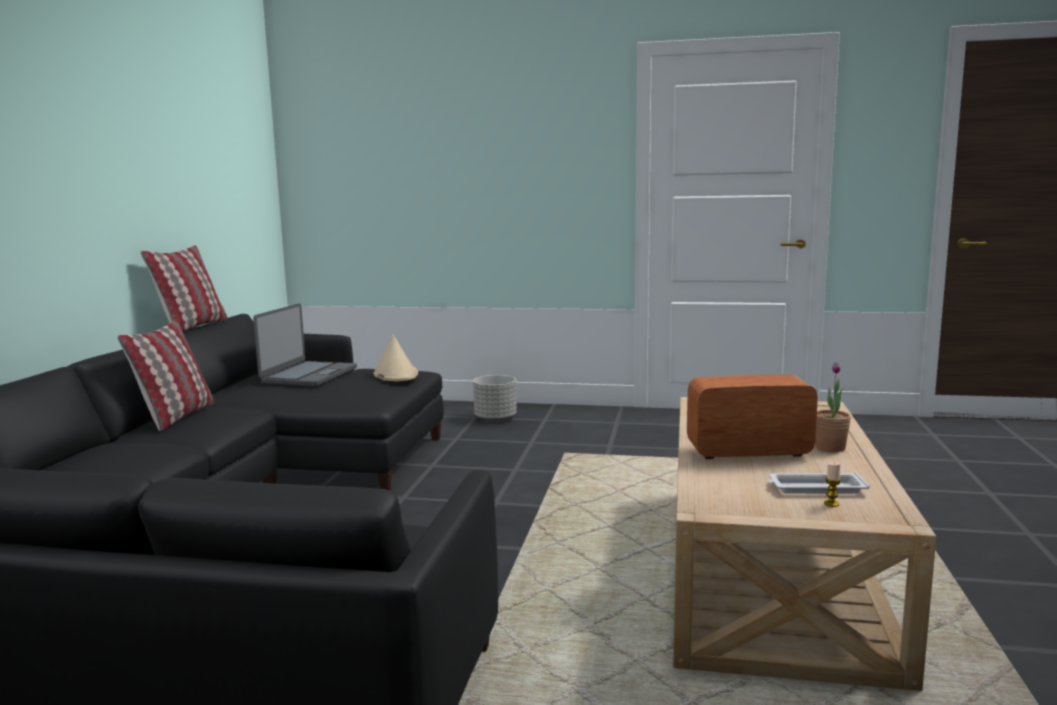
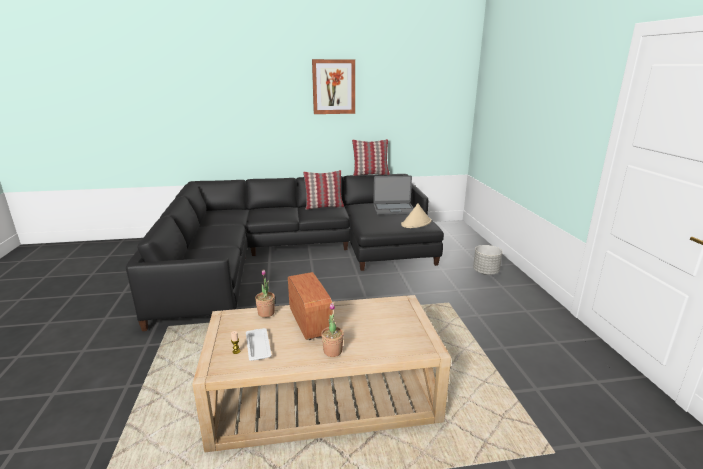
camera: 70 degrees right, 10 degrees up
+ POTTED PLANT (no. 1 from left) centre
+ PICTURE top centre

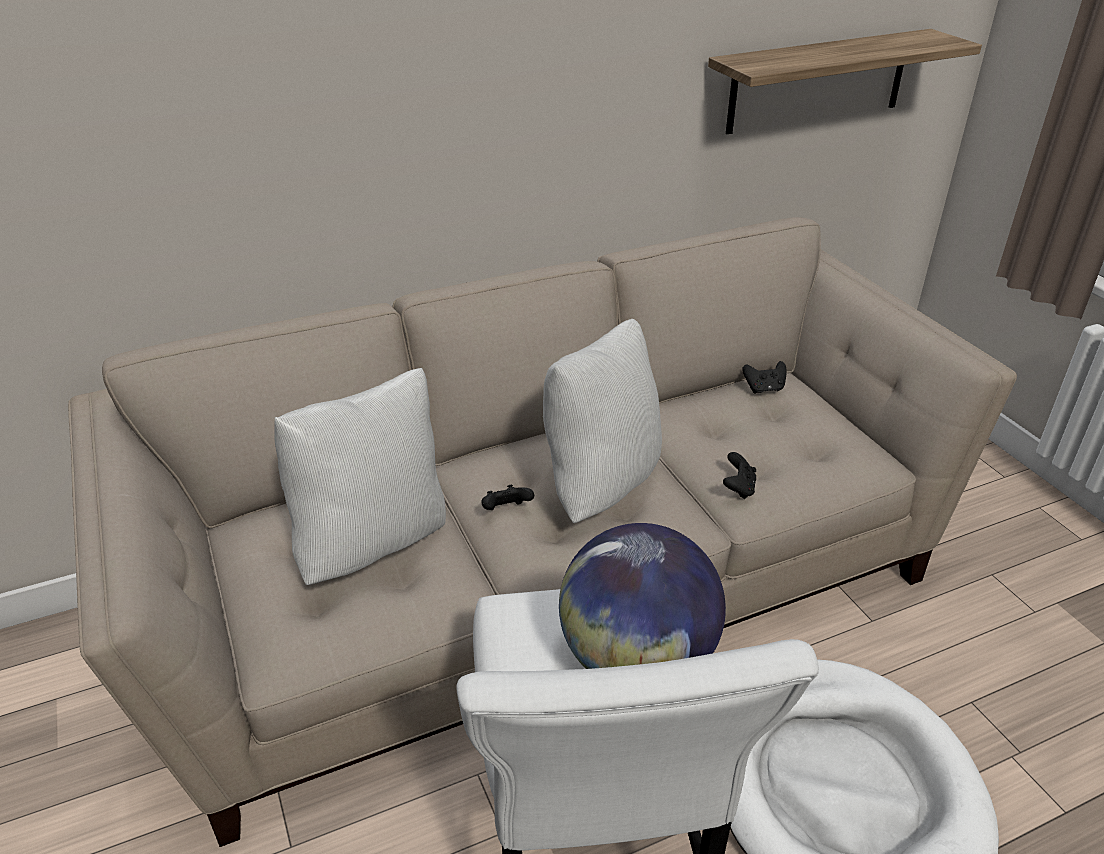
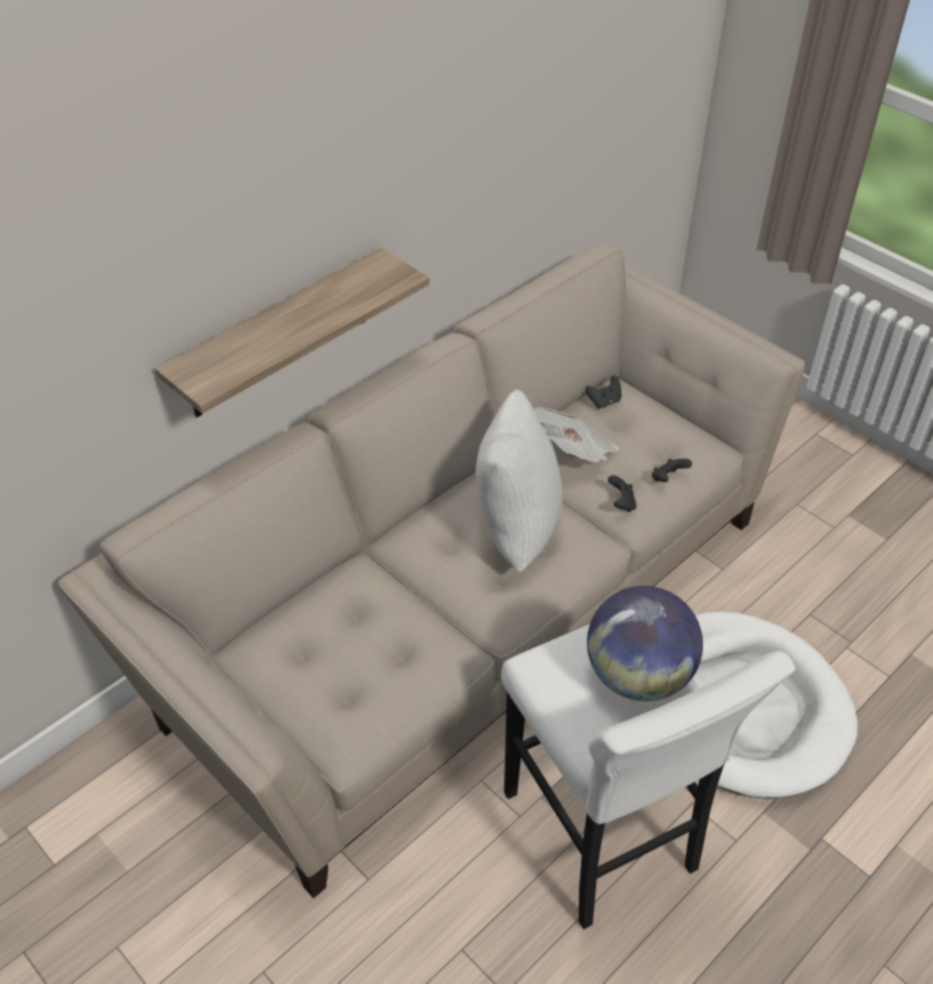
camera: 20 degrees left, 10 degrees up
- WHITE PILLOW (no. 1 from left) middle left
~ BLACK GAME CONTROLLER (no. 1 from left in the first image) centre to BLACK GAME CONTROLLER (no. 3 from left) middle right
~ SHELF top right to middle left
+ NEWSPAPER centre

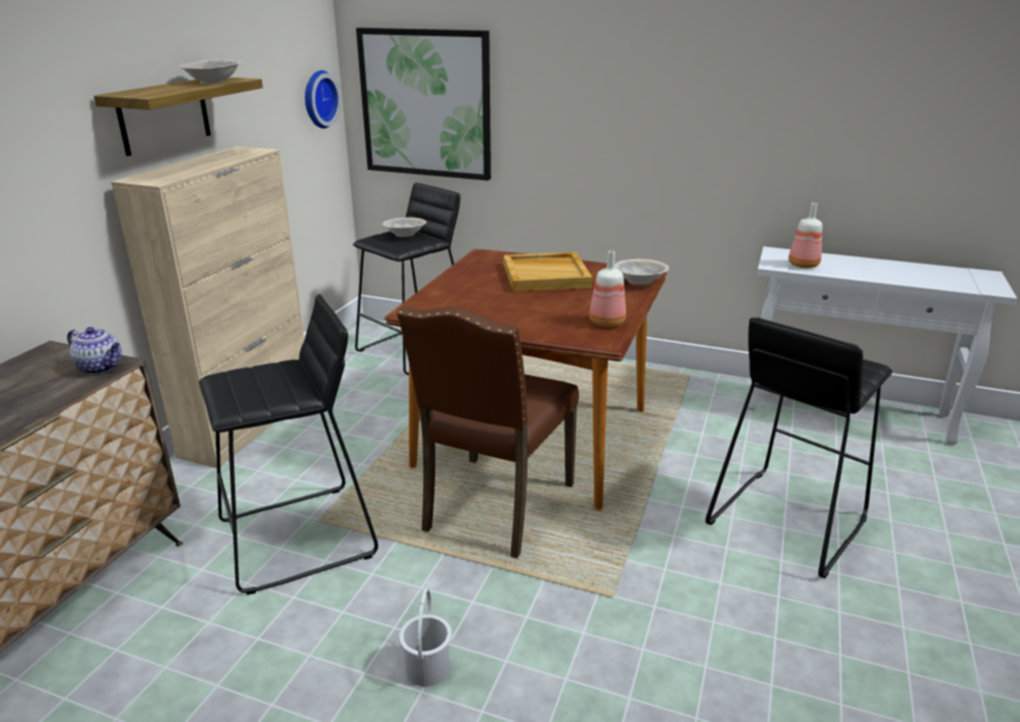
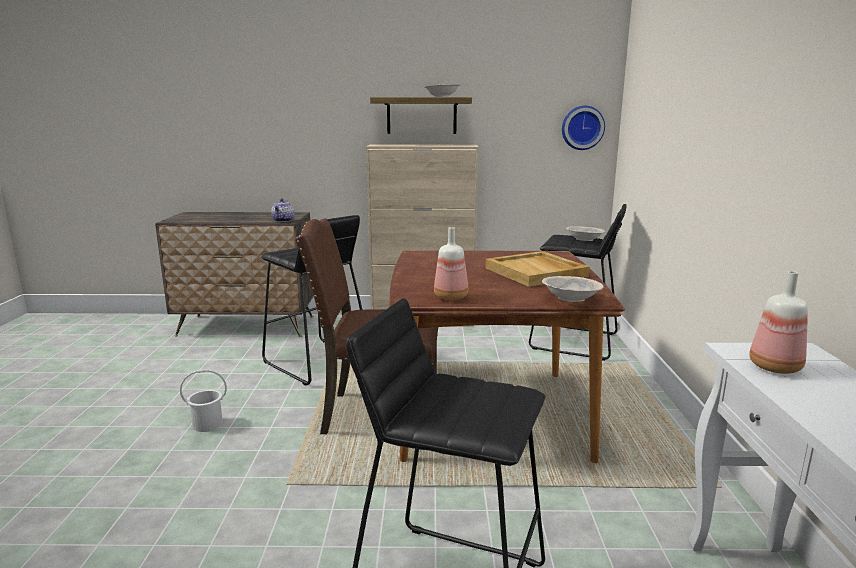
camera: 70 degrees right, 10 degrees down
- PICTURE top centre

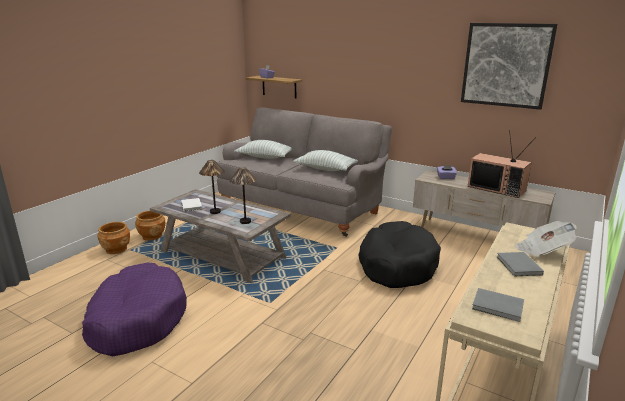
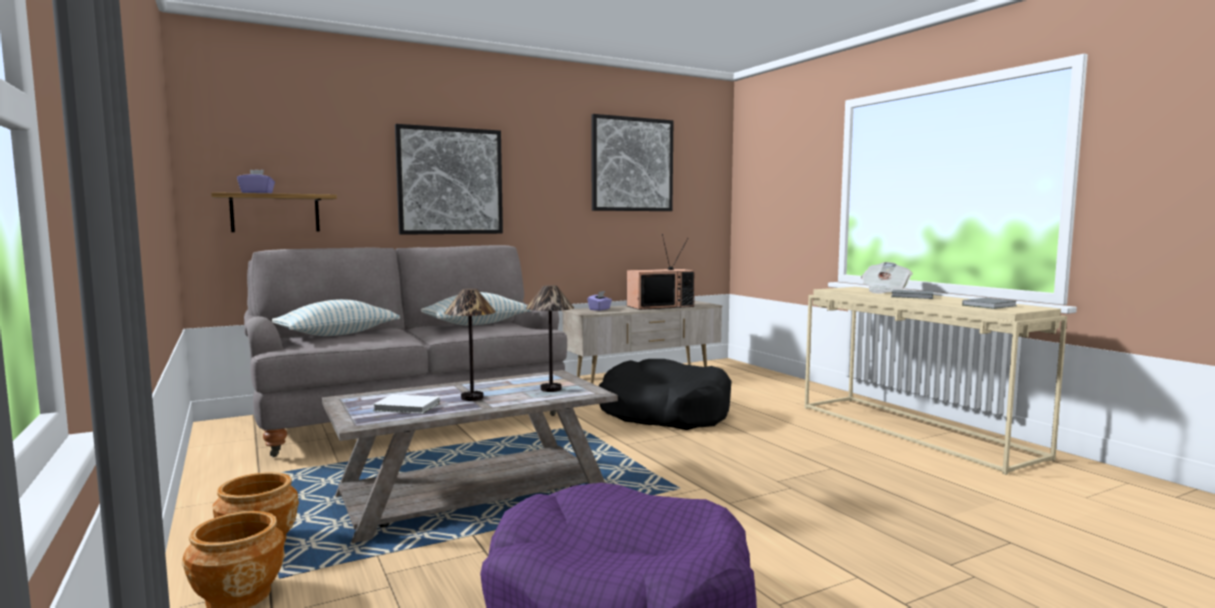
camera: 60 degrees left, 15 degrees down
+ PICTURE (no. 1 from left) top centre

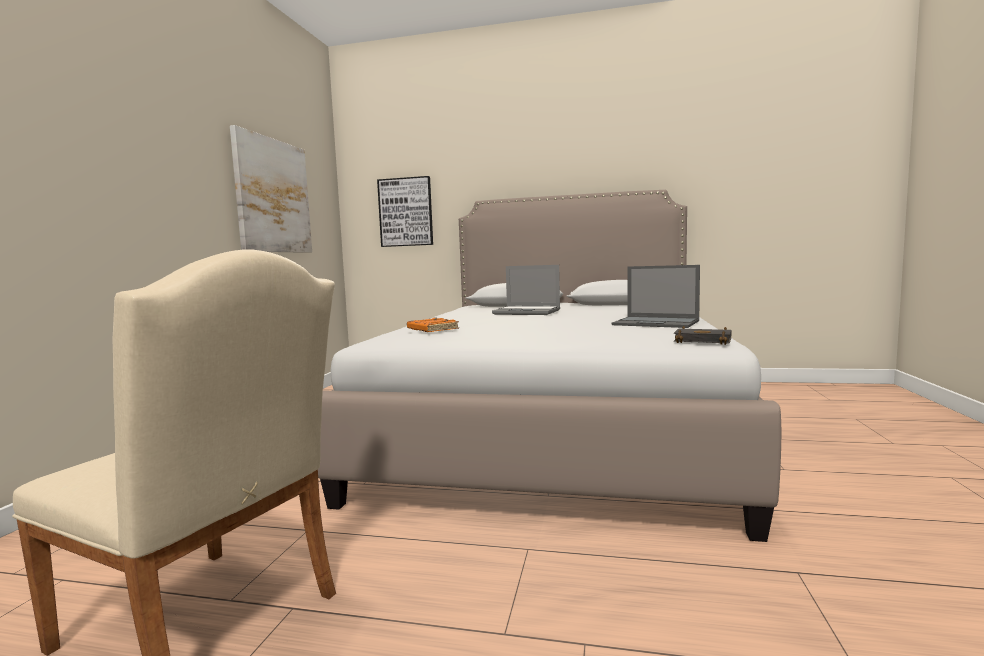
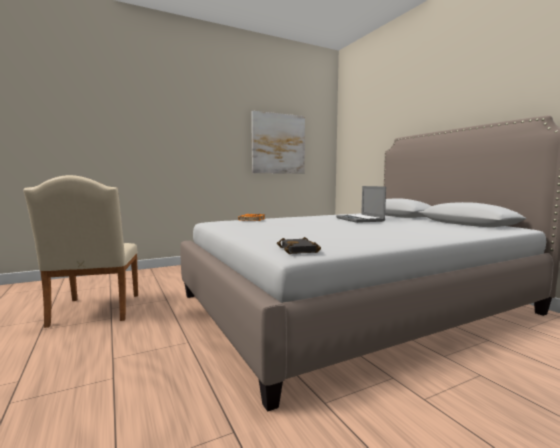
camera: 50 degrees right, 0 degrees up
- PICTURE (no. 2 from left) top centre
- LAPTOP (no. 2 from left) middle right

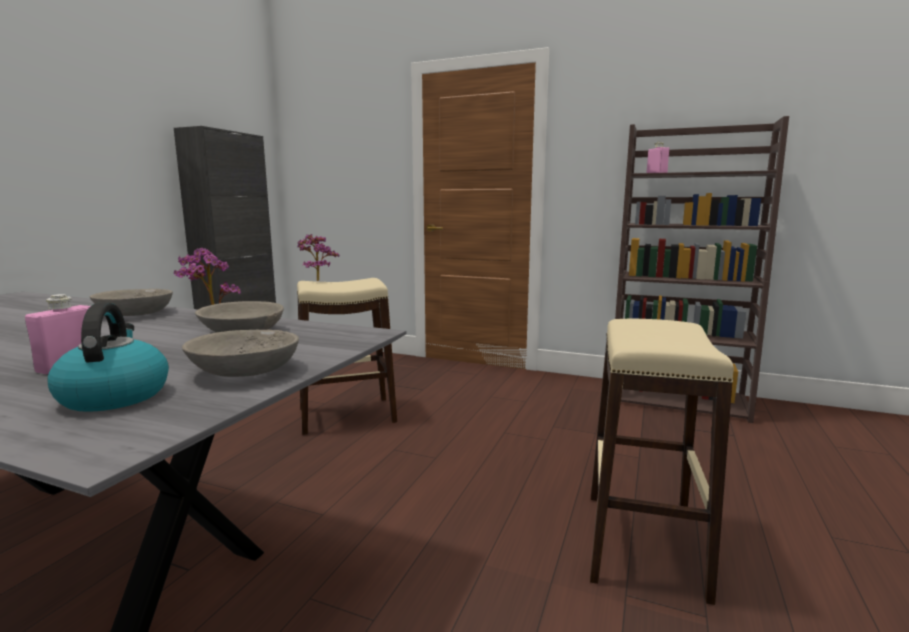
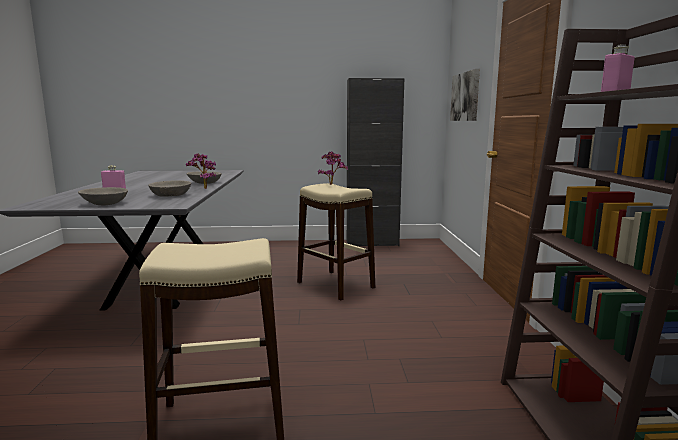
camera: 65 degrees right, 0 degrees up
- KETTLE middle left
+ PICTURE top right

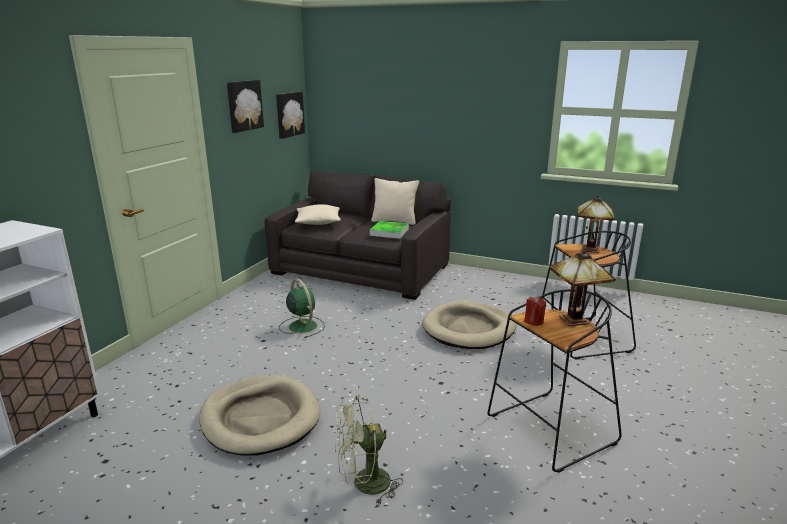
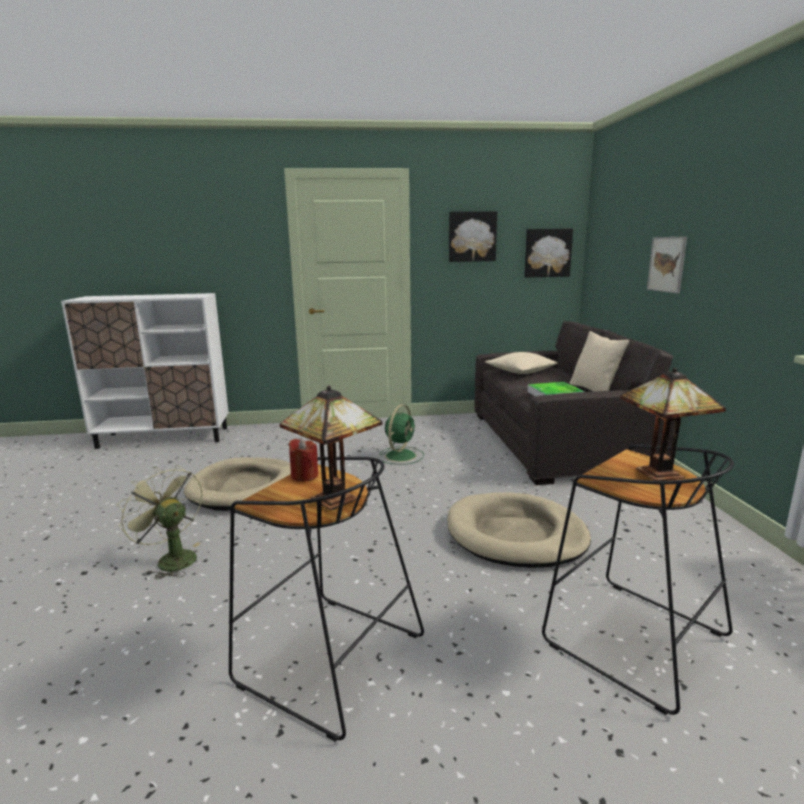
camera: 60 degrees right, 5 degrees down
+ PICTURE (no. 3 from left) top right

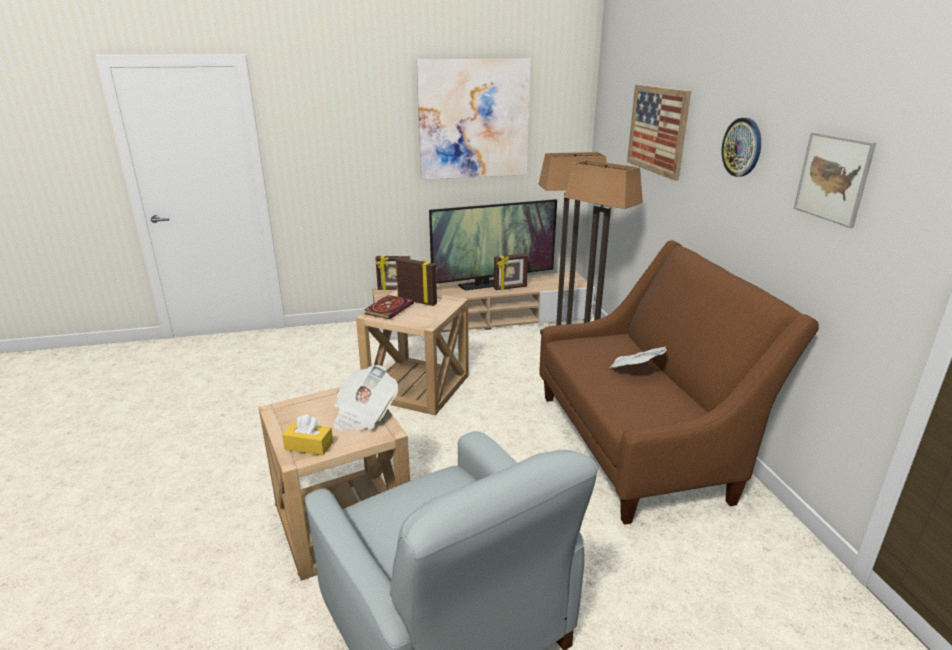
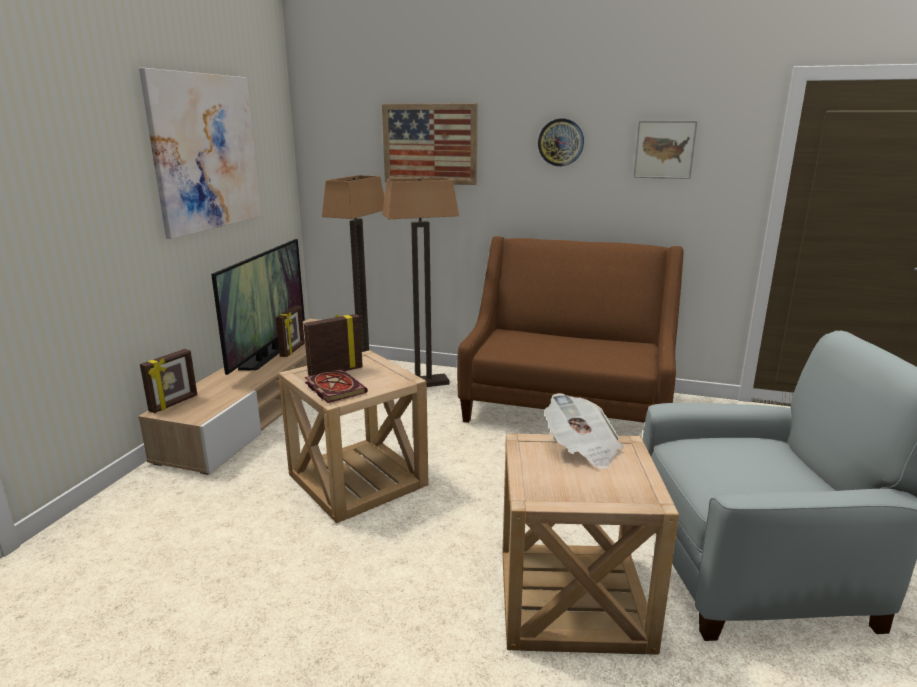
camera: 60 degrees left, 5 degrees down
- YELLOW TISSUE BOX bottom left
- NEWSPAPER (no. 2 from left) middle right

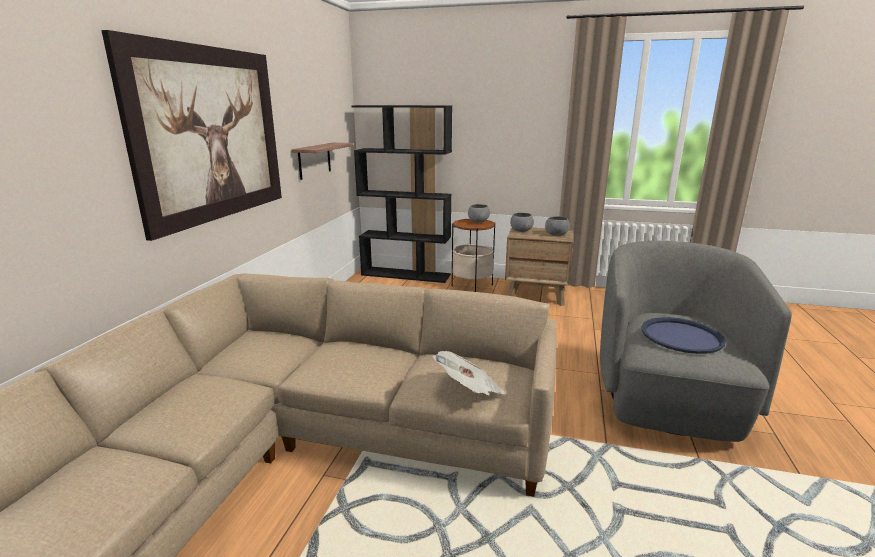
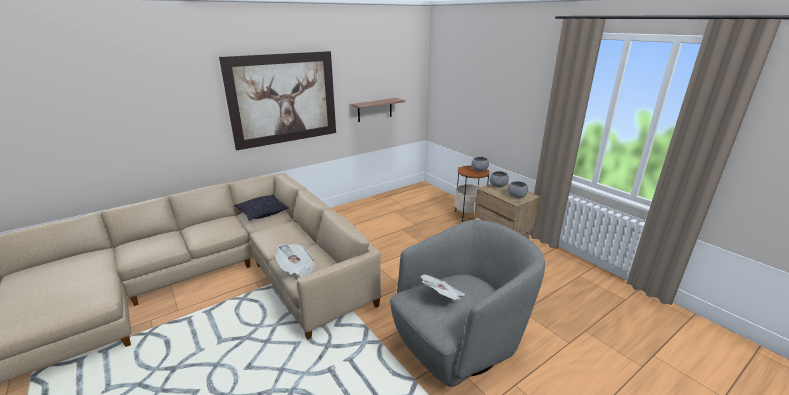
camera: 40 degrees right, 5 degrees up
- BLACK BOOKCASE centre
~ BLUE TRAY middle right to NEWSPAPER (no. 2 from left) bottom centre
+ PILLOW middle left

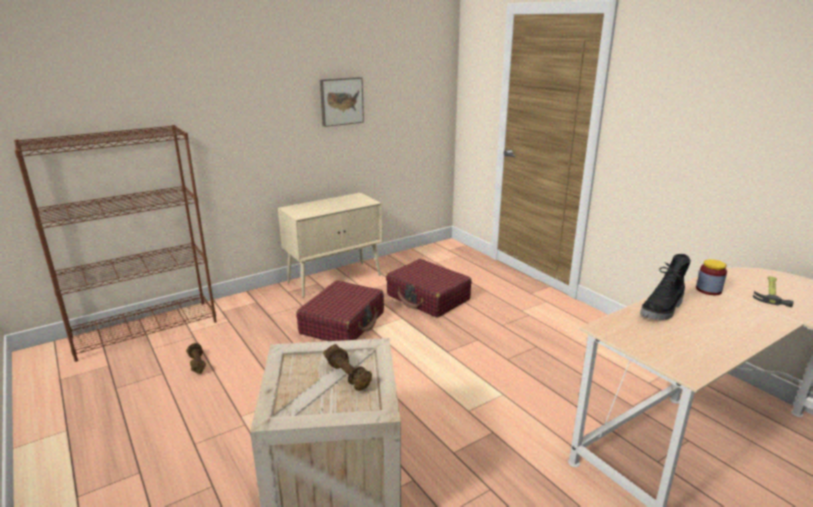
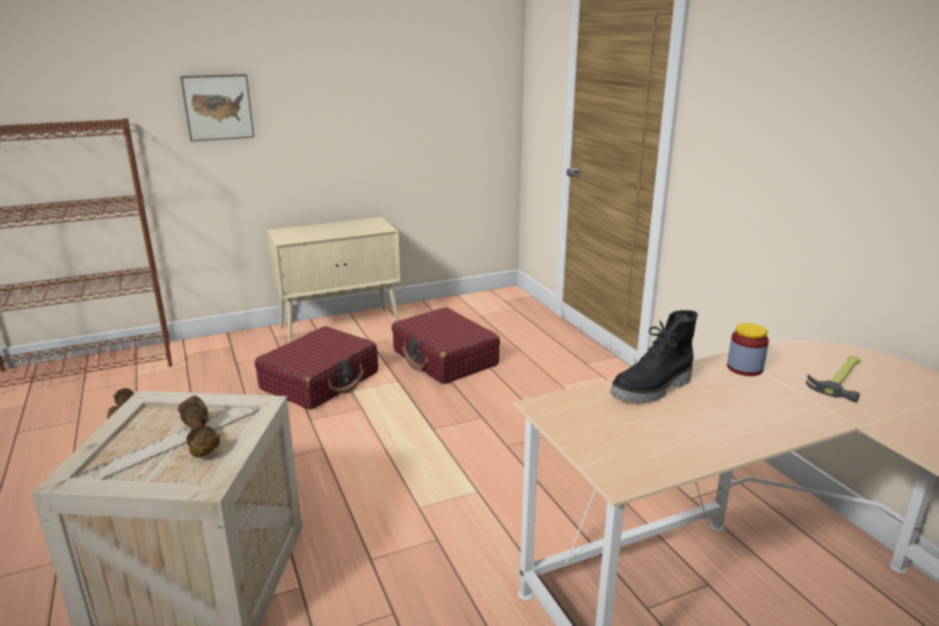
camera: 10 degrees right, 0 degrees up
~ PICTURE top centre to top left

